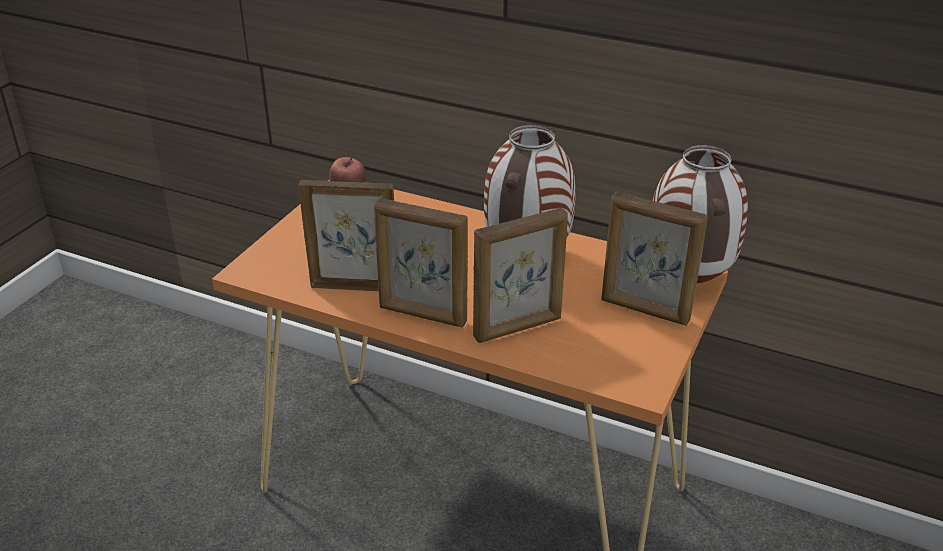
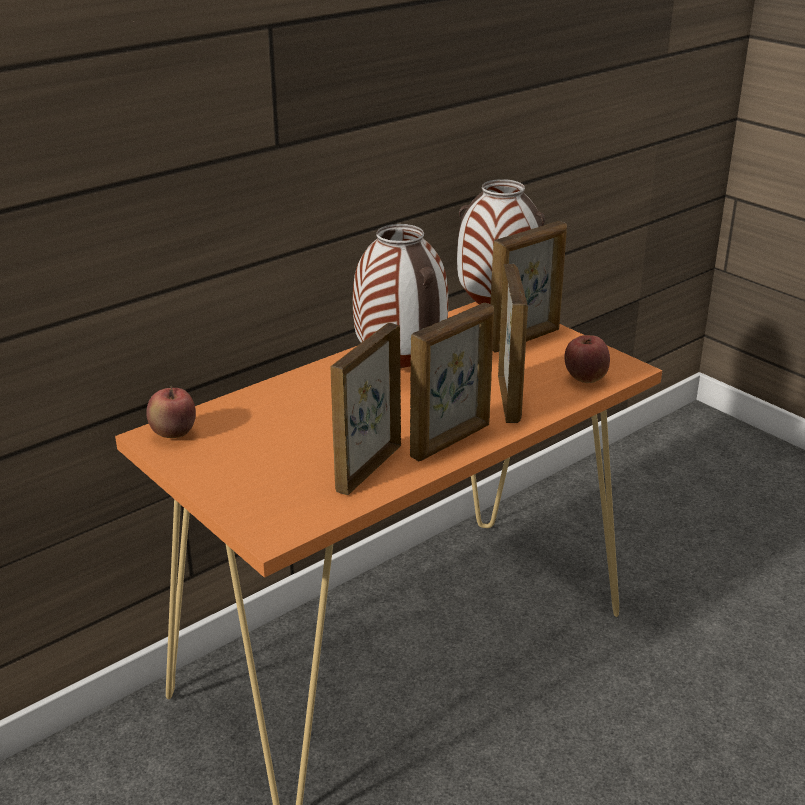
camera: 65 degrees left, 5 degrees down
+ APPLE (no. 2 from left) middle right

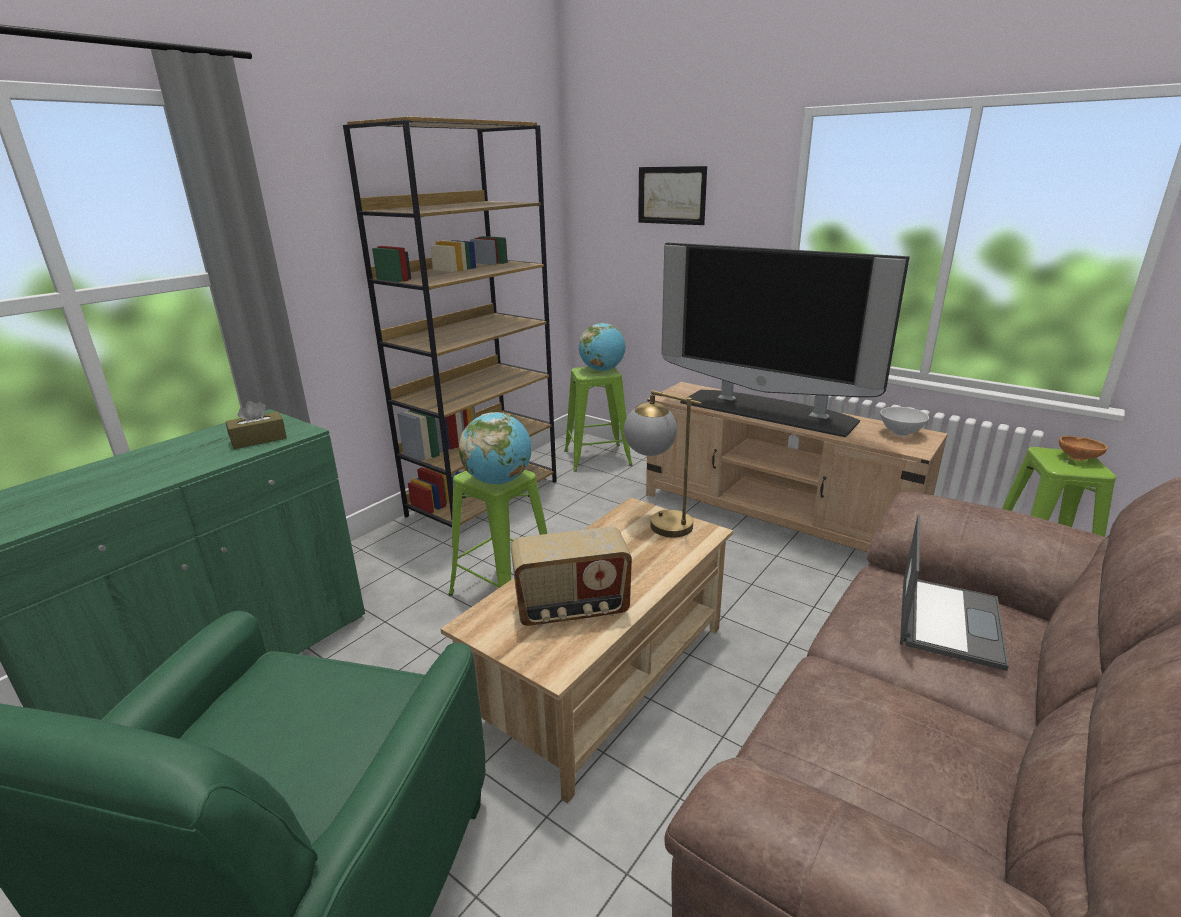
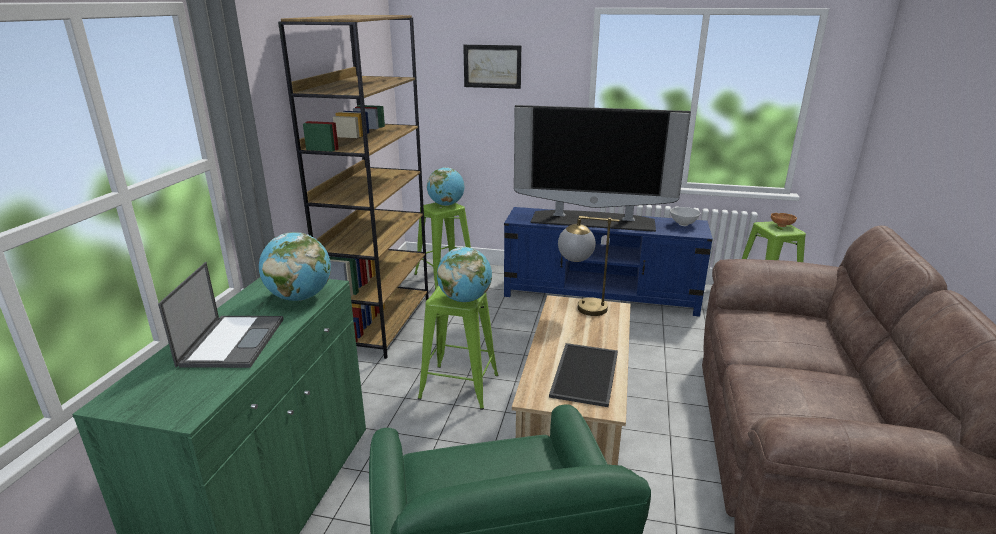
camera: 25 degrees left, 0 degrees up
~ BROWN TISSUE BOX middle left to GLOBE (no. 1 from left) middle left
~ RADIO centre to TRAY bottom centre
~ BEIGE TV STAND middle right to BLUE TV STAND centre
~ LAPTOP middle right to middle left

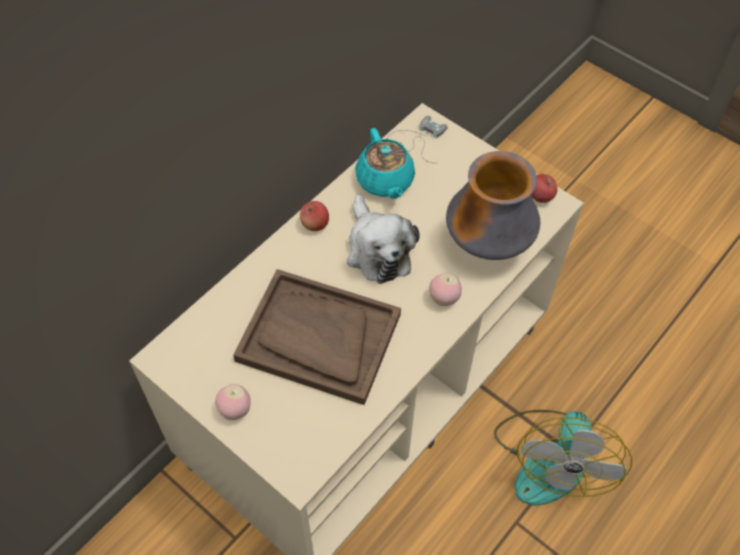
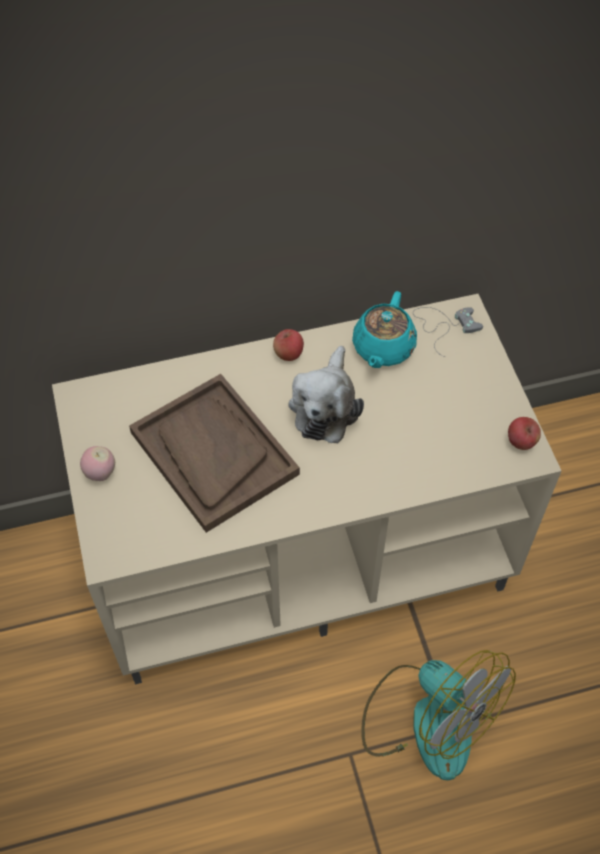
camera: 35 degrees right, 0 degrees up
- APPLE (no. 3 from left) centre
- VASE centre
~ FAN bottom right = bottom right 90 degrees counterclockwise

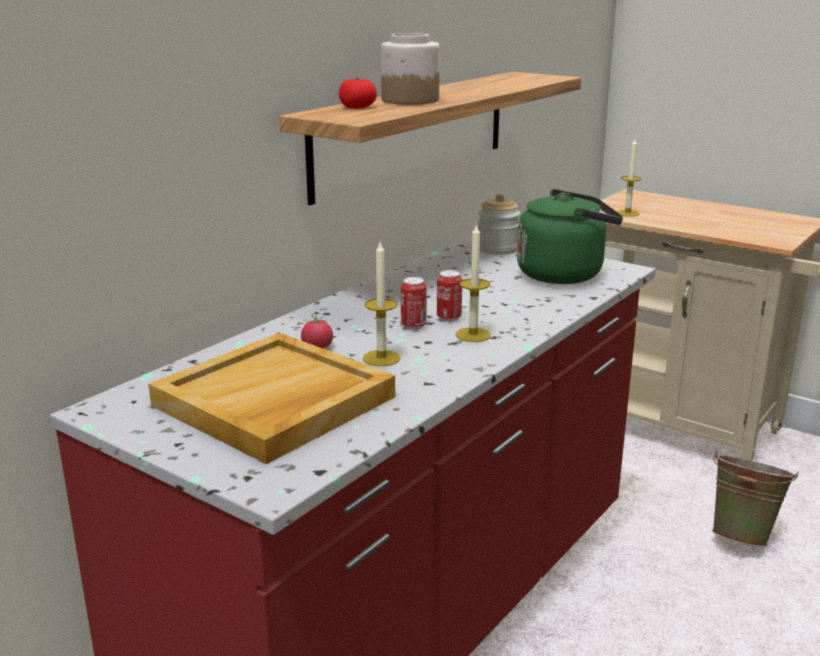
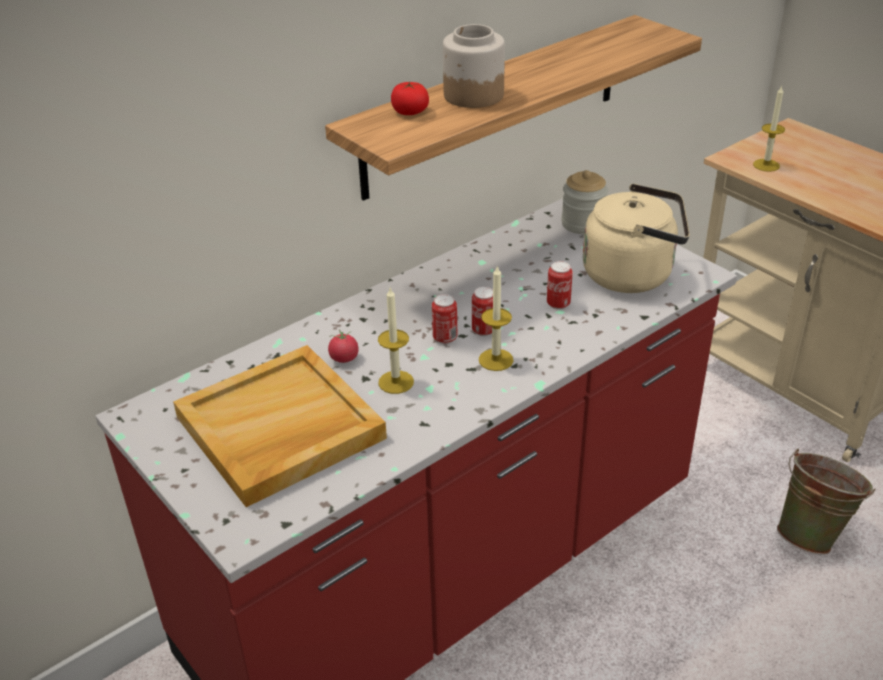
camera: 15 degrees right, 15 degrees up
~ GREEN KETTLE middle right to BEIGE KETTLE middle right
+ CAN (no. 3 from left) centre

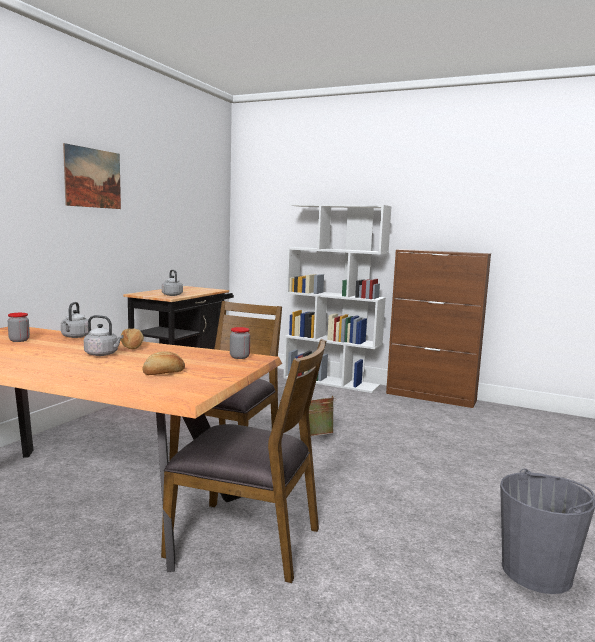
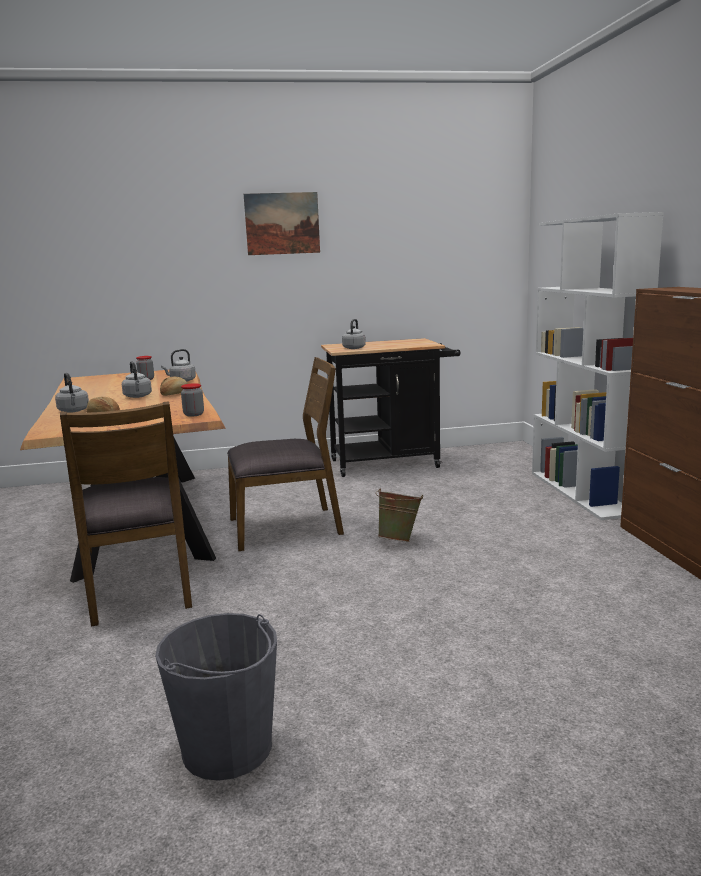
camera: 55 degrees right, 5 degrees up
+ GREY KETTLE (no. 1 from left) middle left

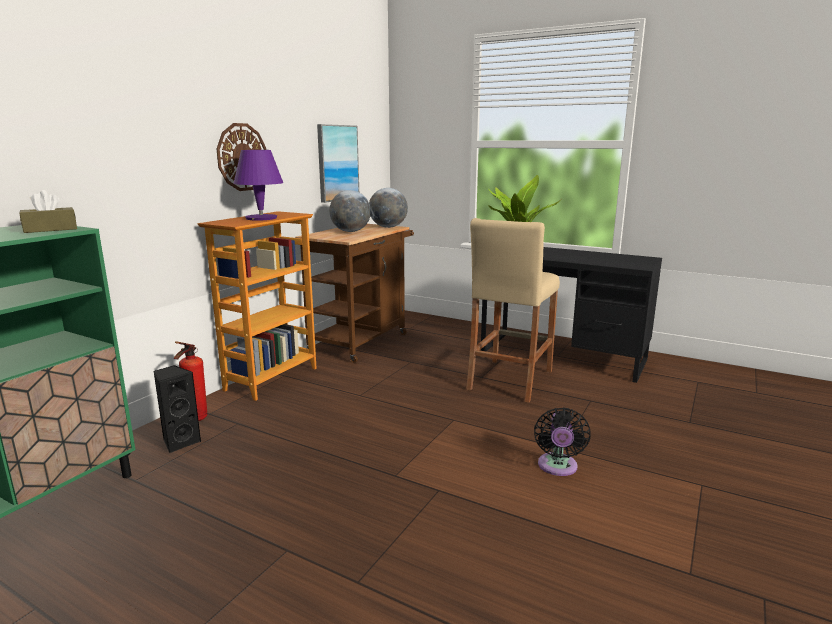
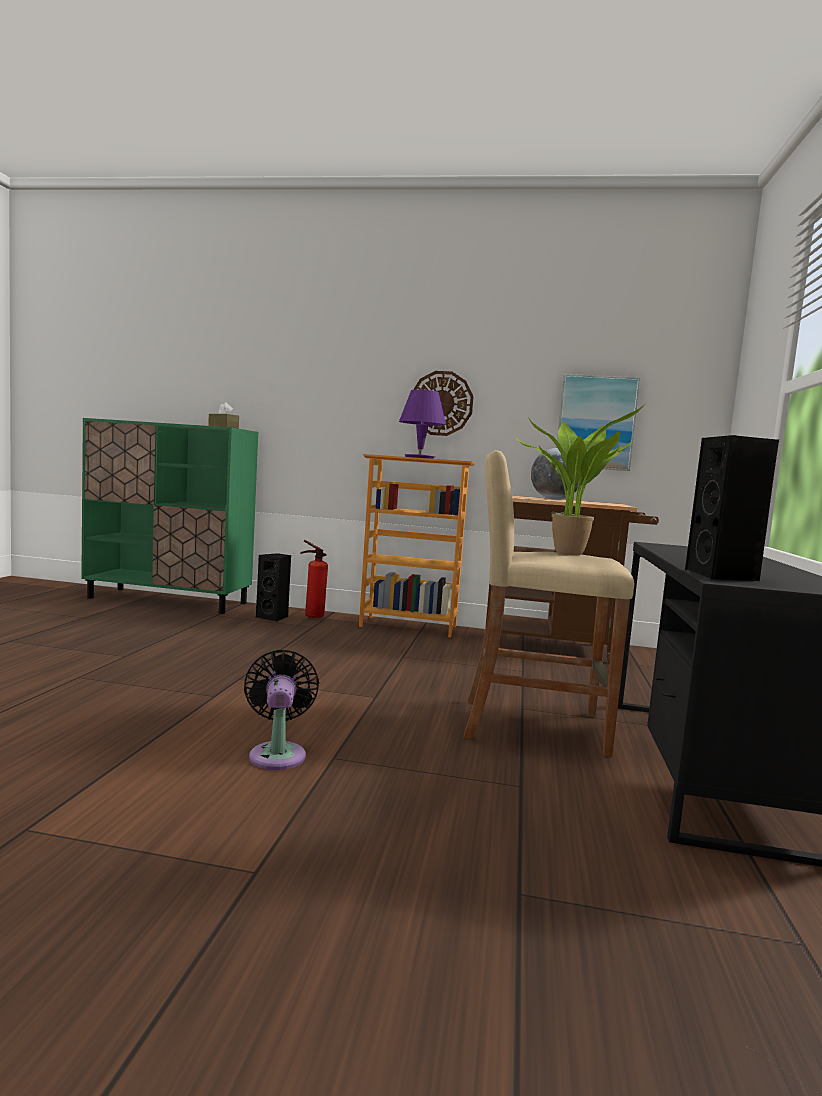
camera: 70 degrees right, 10 degrees down
- GLOBE (no. 2 from left) centre
~ BLACK FAN bottom right = centre 90 degrees clockwise
+ BLACK SPEAKER (no. 2 from left) middle right

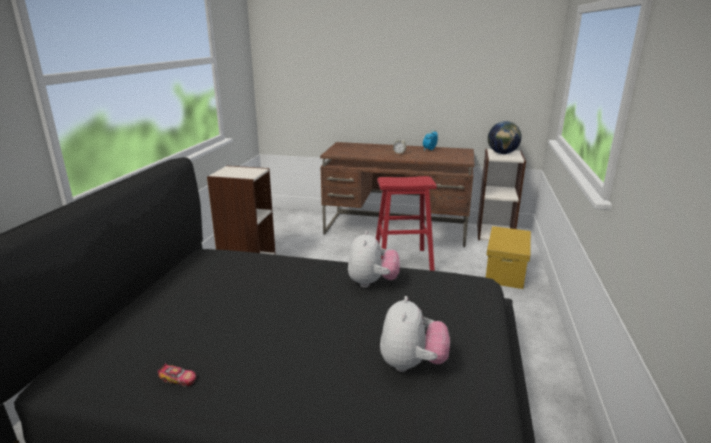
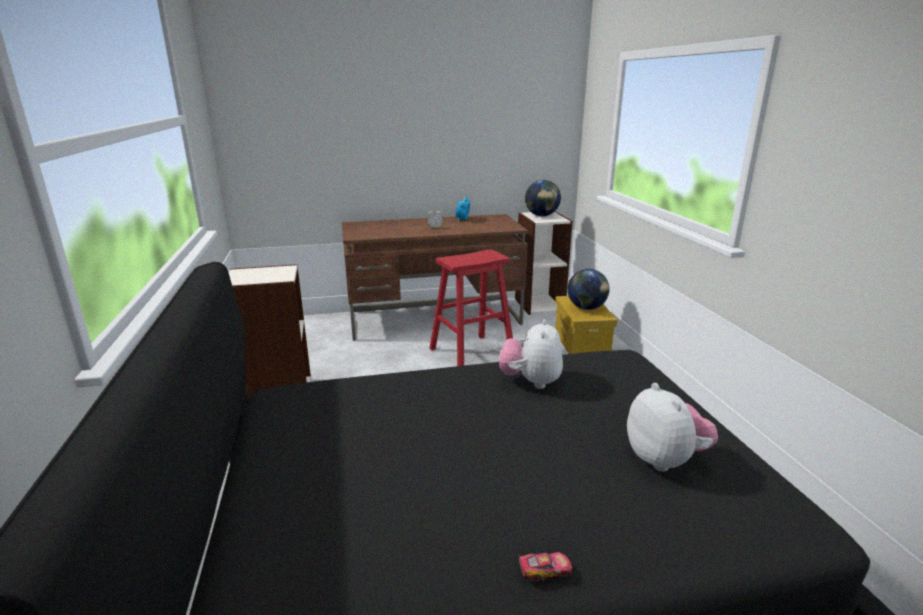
camera: 25 degrees left, 0 degrees up
~ TOY CAR bottom left to bottom centre
~ PLUSH TOY (no. 1 from left) centre = centre 150 degrees counterclockwise
+ GLOBE (no. 2 from left) centre

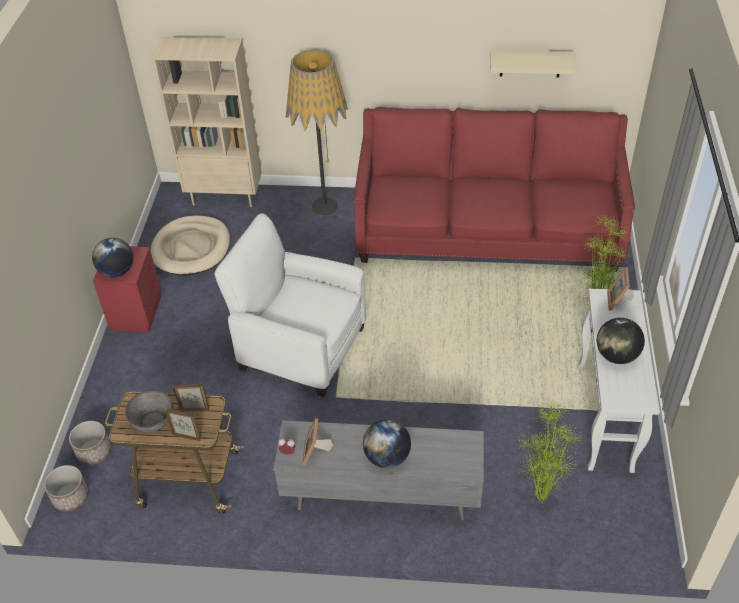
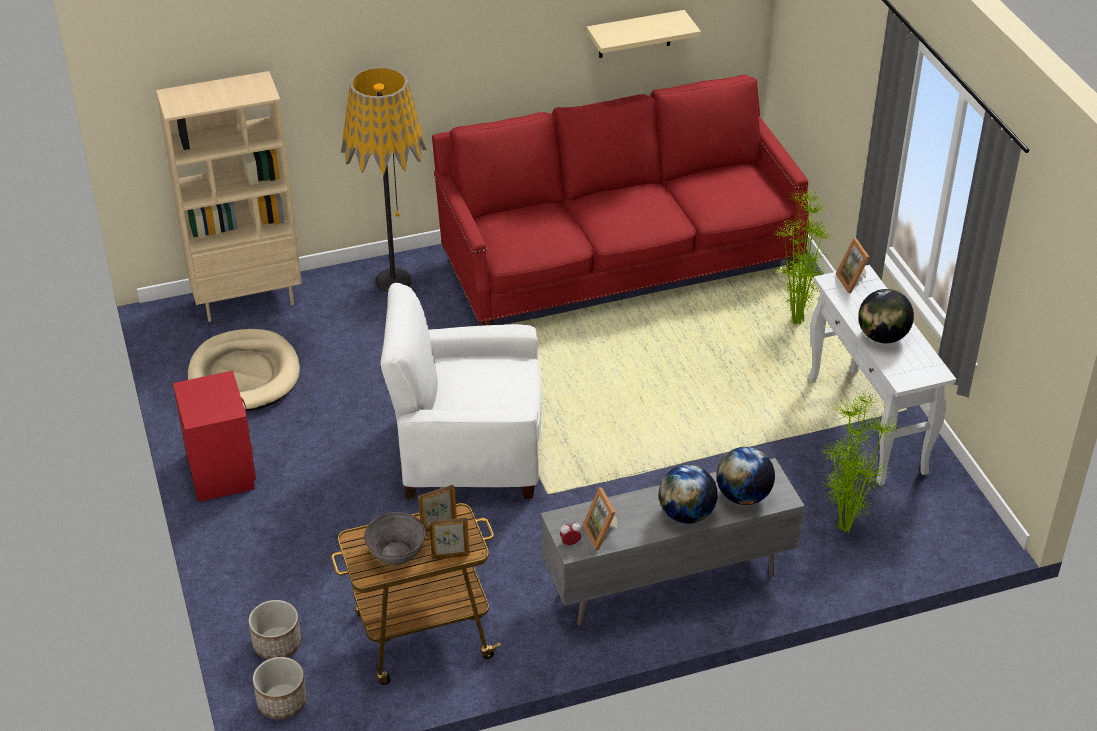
camera: 25 degrees left, 5 degrees down
~ GLOBE (no. 1 from left in the first image) middle left to GLOBE (no. 2 from left) middle right

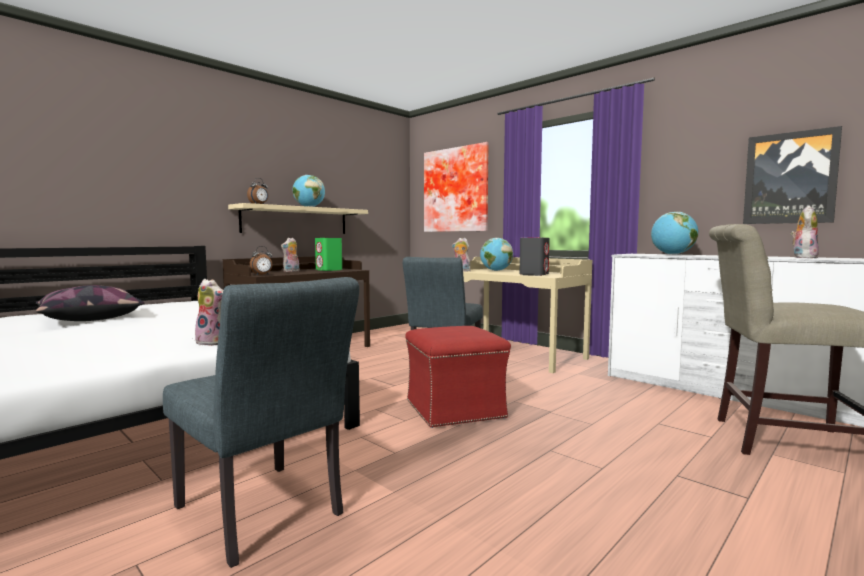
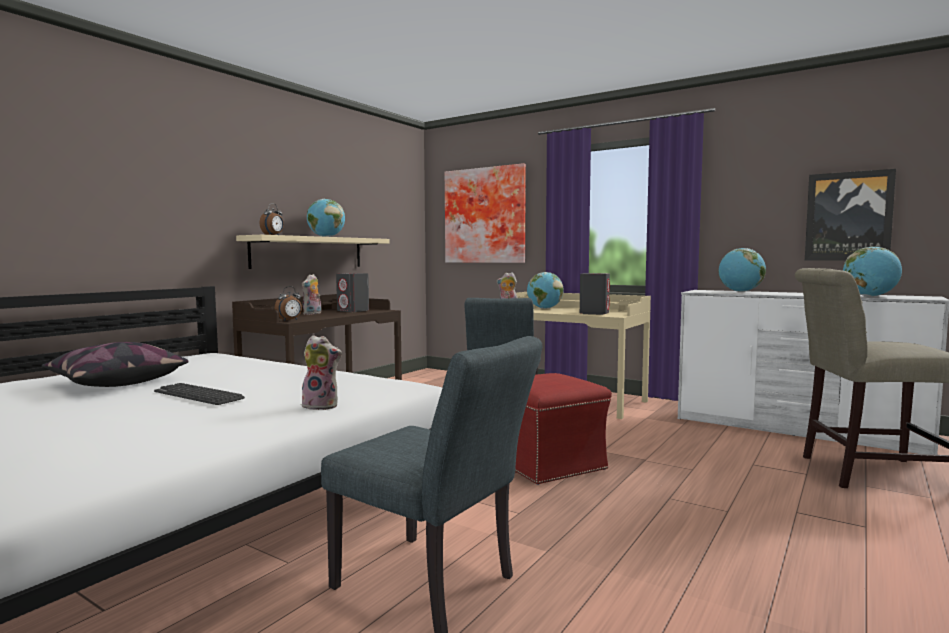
camera: 10 degrees left, 0 degrees up
~ GREEN SPEAKER centre to GREY SPEAKER (no. 1 from left) centre
~ PLUSH TOY (no. 4 from left) middle right to GLOBE (no. 4 from left) middle right
+ KEYBOARD middle left

